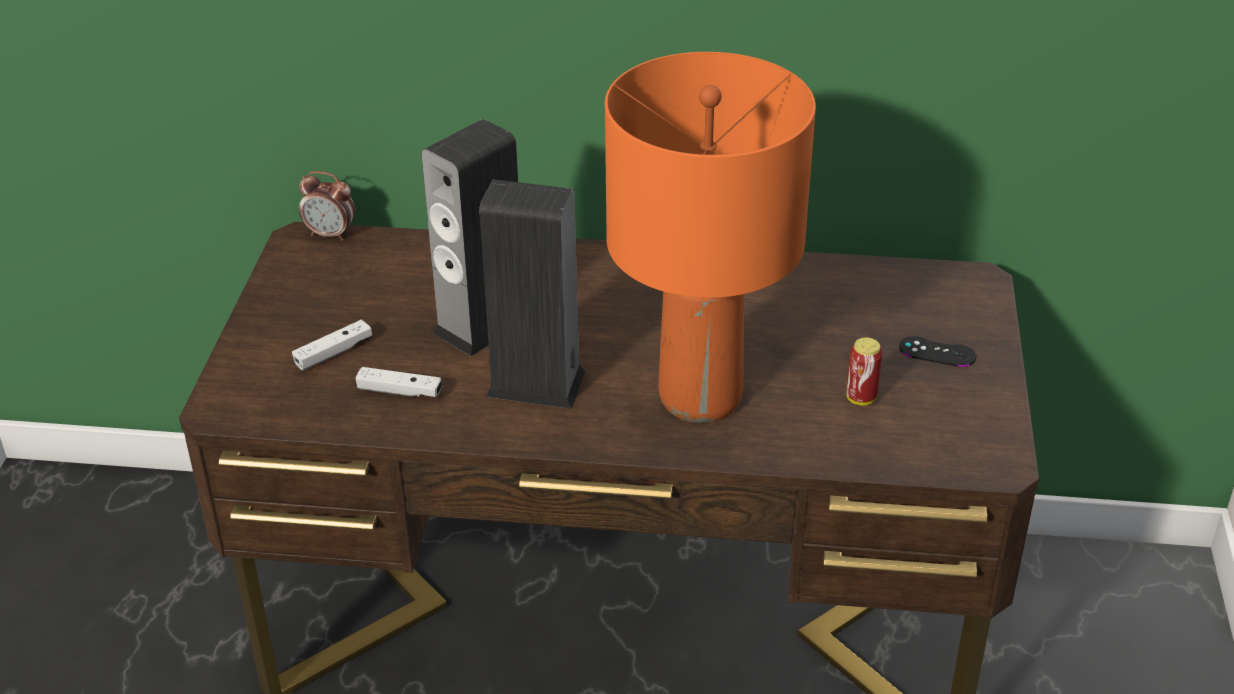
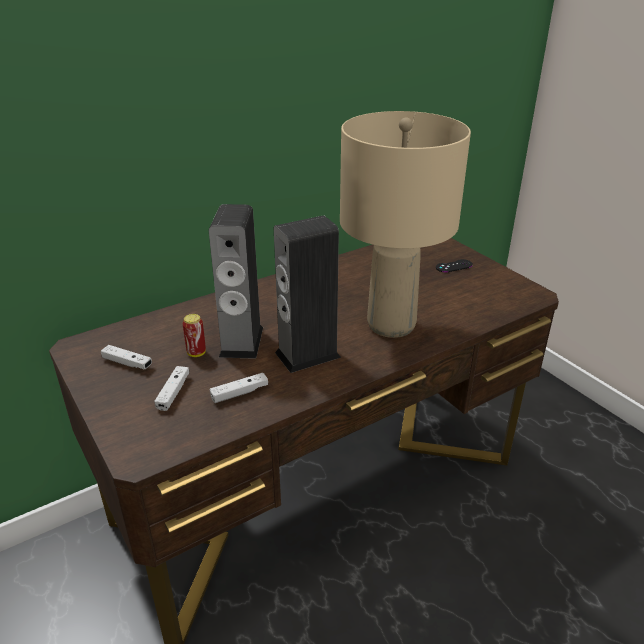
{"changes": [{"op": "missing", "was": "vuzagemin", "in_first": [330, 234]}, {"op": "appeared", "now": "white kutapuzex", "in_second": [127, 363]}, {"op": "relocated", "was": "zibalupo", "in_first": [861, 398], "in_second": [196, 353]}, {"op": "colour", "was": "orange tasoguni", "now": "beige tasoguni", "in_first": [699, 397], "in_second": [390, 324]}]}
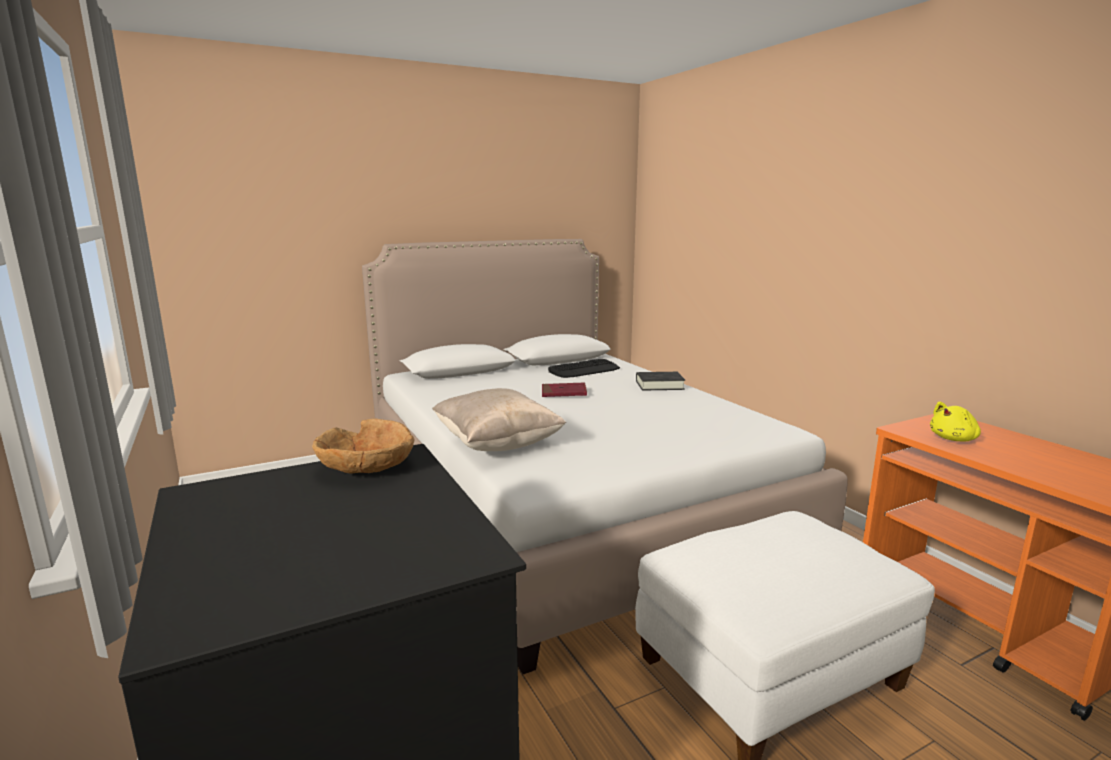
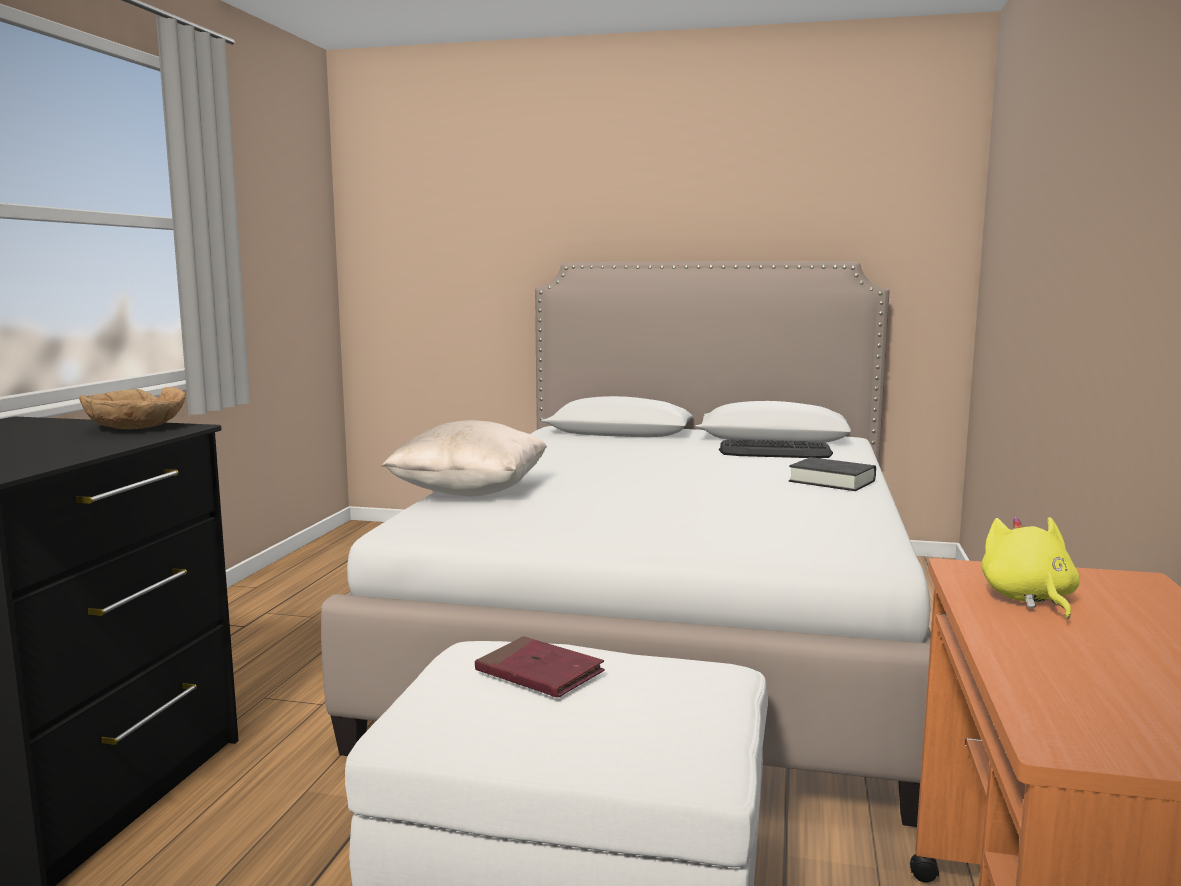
{"changes": [{"op": "relocated", "was": "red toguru", "in_first": [564, 392], "in_second": [539, 673]}, {"op": "spun", "was": "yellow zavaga", "in_first": [954, 439], "in_second": [1028, 599], "clockwise": 75}]}
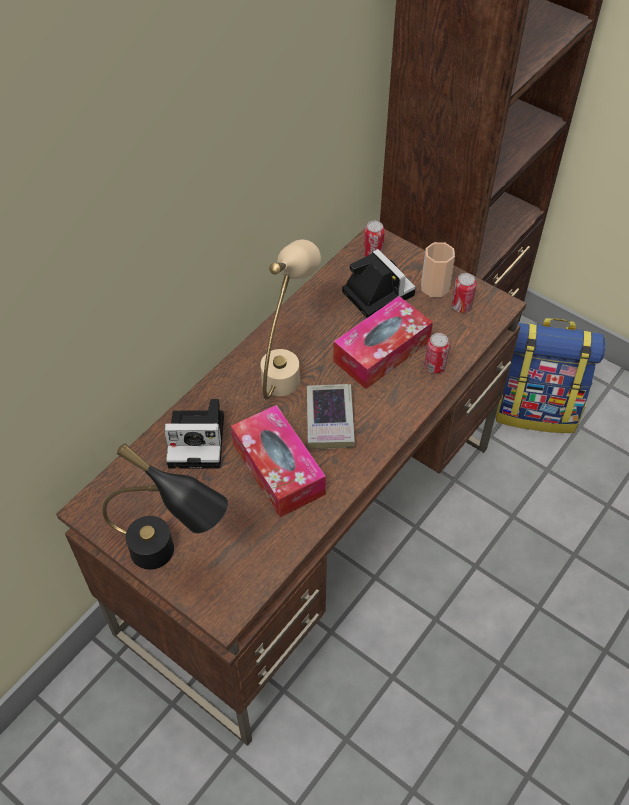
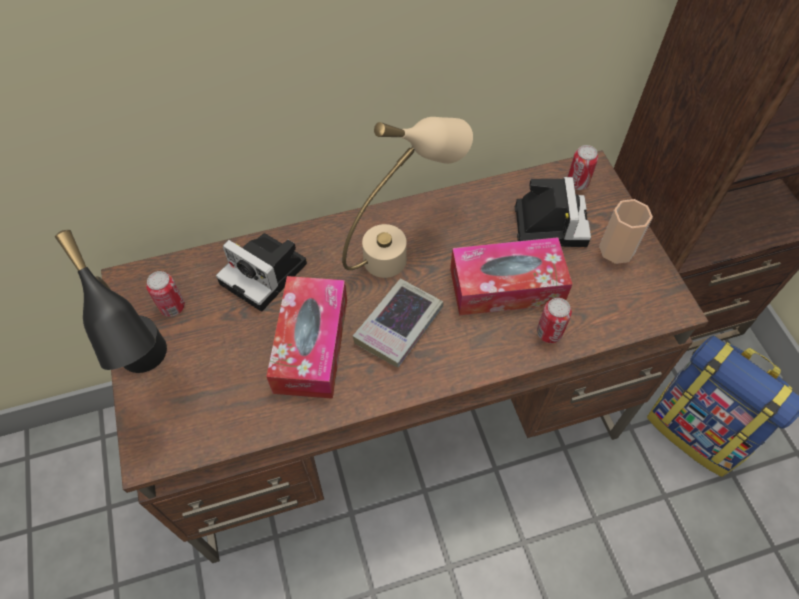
{"changes": [{"op": "relocated", "was": "zibalupo", "in_first": [461, 306], "in_second": [172, 307]}]}
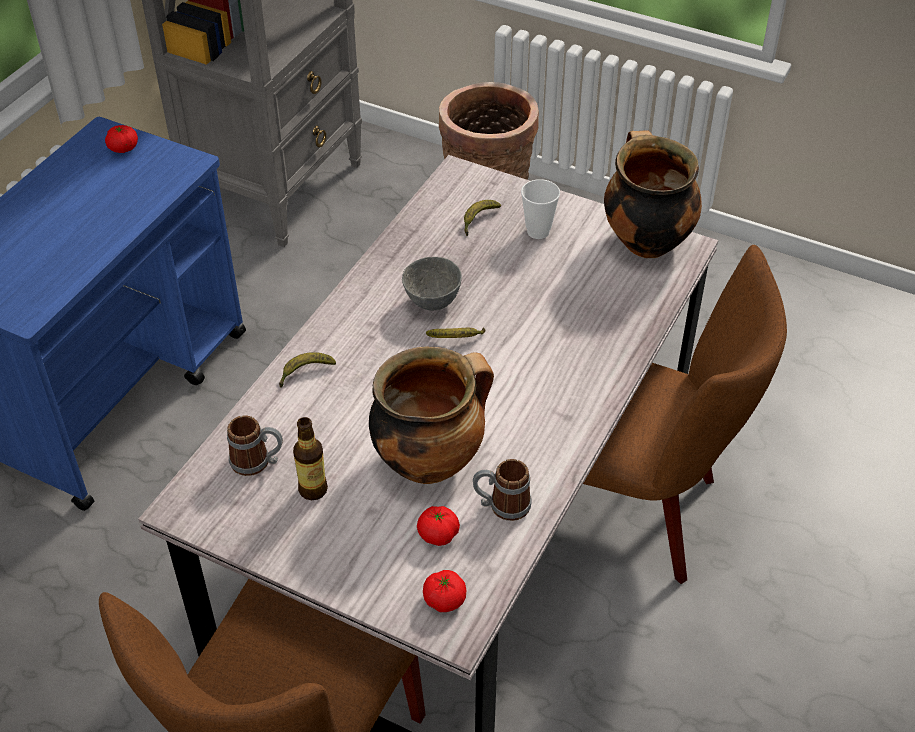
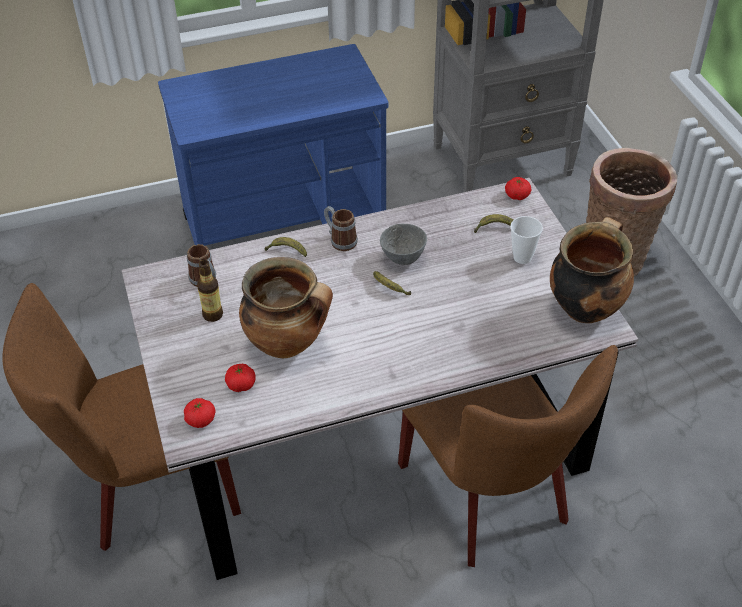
{"changes": [{"op": "relocated", "was": "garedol", "in_first": [123, 148], "in_second": [517, 195]}, {"op": "relocated", "was": "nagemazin", "in_first": [502, 505], "in_second": [340, 240]}]}
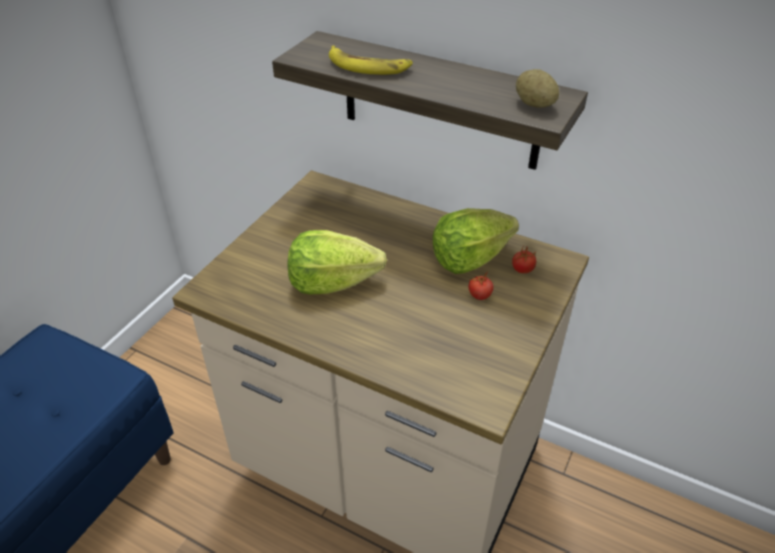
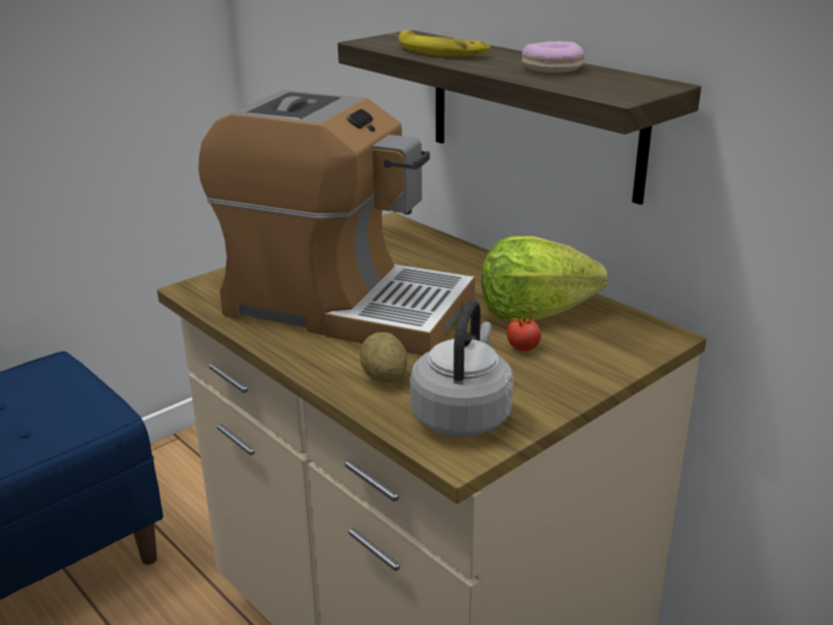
{"changes": [{"op": "missing", "was": "garedol", "in_first": [522, 270]}, {"op": "appeared", "now": "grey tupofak", "in_second": [462, 415]}, {"op": "appeared", "now": "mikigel", "in_second": [552, 67]}, {"op": "relocated", "was": "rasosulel", "in_first": [534, 104], "in_second": [384, 377]}, {"op": "exchanged", "was": "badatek", "now": "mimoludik", "in_first": [332, 282], "in_second": [344, 306]}]}
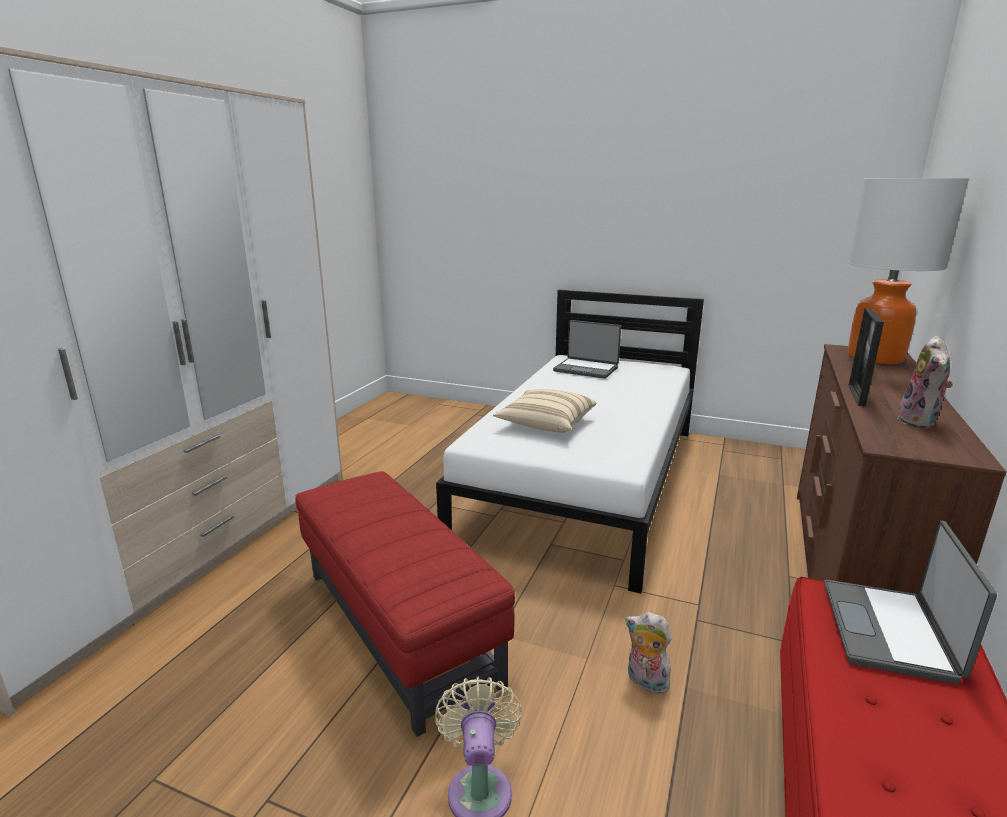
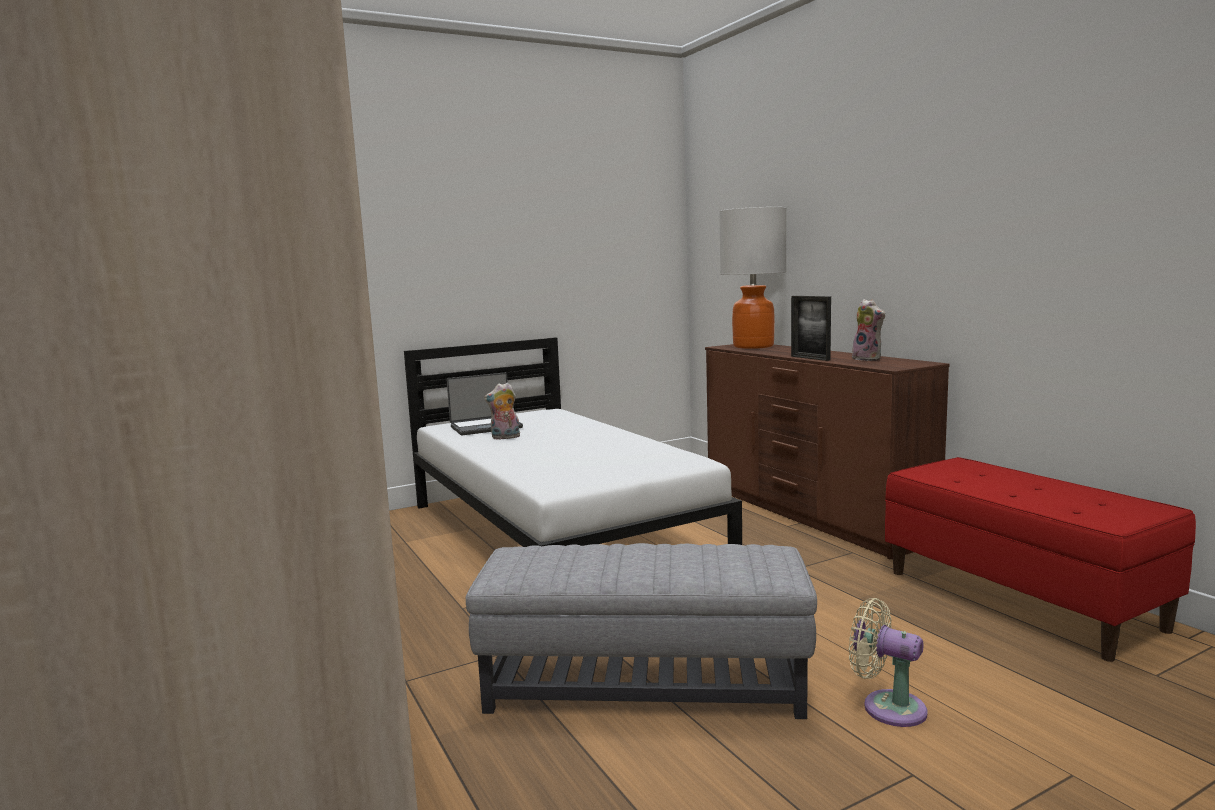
{"changes": [{"op": "missing", "was": "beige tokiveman", "in_first": [545, 424]}, {"op": "missing", "was": "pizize", "in_first": [890, 631]}, {"op": "relocated", "was": "zavaga", "in_first": [645, 682], "in_second": [505, 438]}, {"op": "colour", "was": "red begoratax", "now": "grey begoratax", "in_first": [398, 625], "in_second": [644, 686]}]}
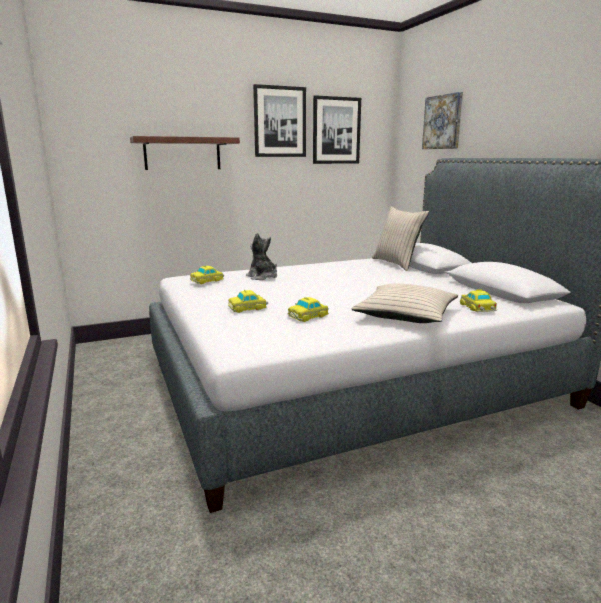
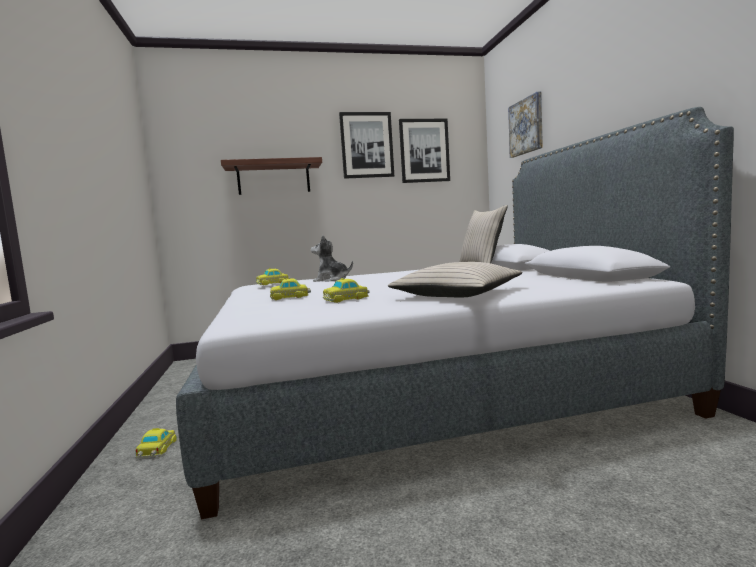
{"changes": [{"op": "relocated", "was": "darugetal", "in_first": [478, 308], "in_second": [156, 449]}, {"op": "spun", "was": "zavaga", "in_first": [262, 277], "in_second": [331, 280], "clockwise": -45}]}
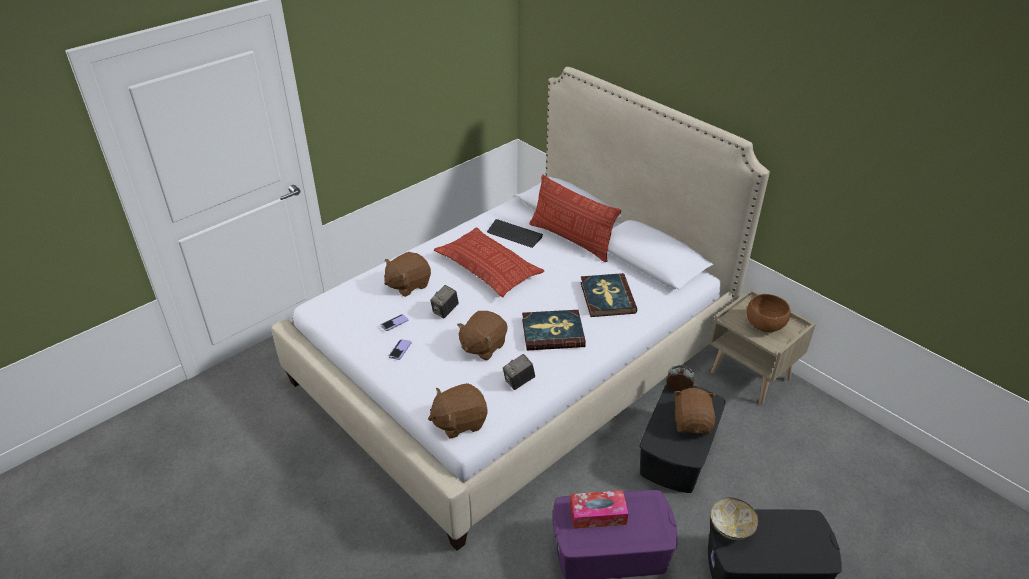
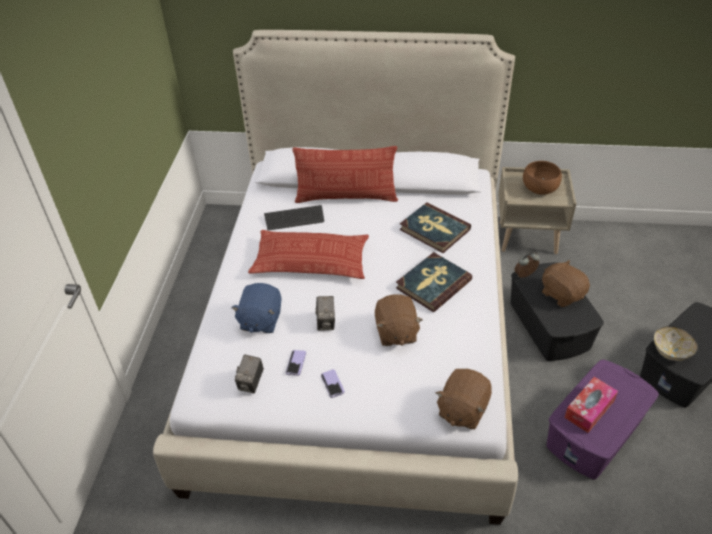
{"changes": [{"op": "relocated", "was": "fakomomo", "in_first": [519, 382], "in_second": [251, 383]}, {"op": "colour", "was": "brown zavaga", "now": "blue zavaga", "in_first": [408, 285], "in_second": [260, 320]}]}
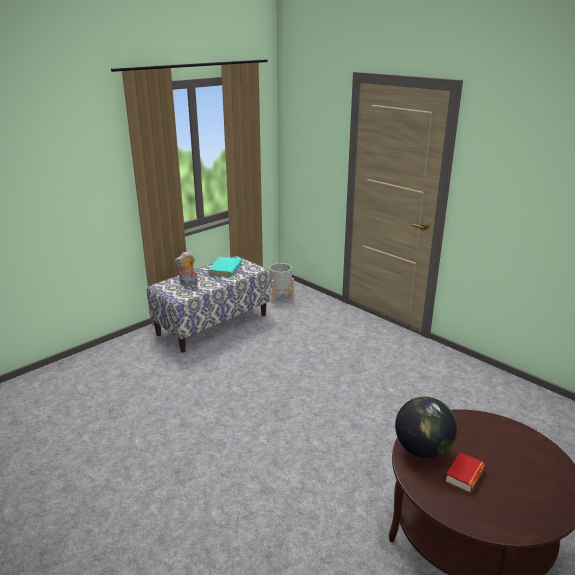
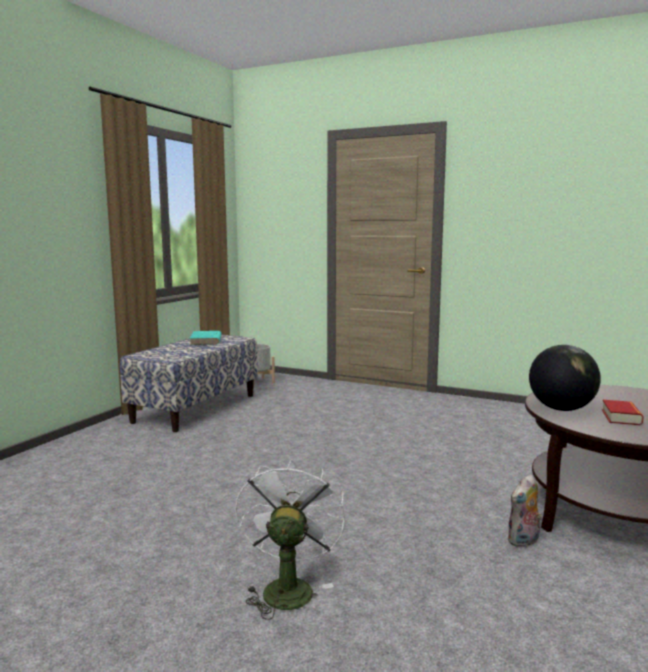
{"changes": [{"op": "appeared", "now": "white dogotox", "in_second": [287, 587]}, {"op": "relocated", "was": "zavaga", "in_first": [188, 284], "in_second": [524, 541]}]}
